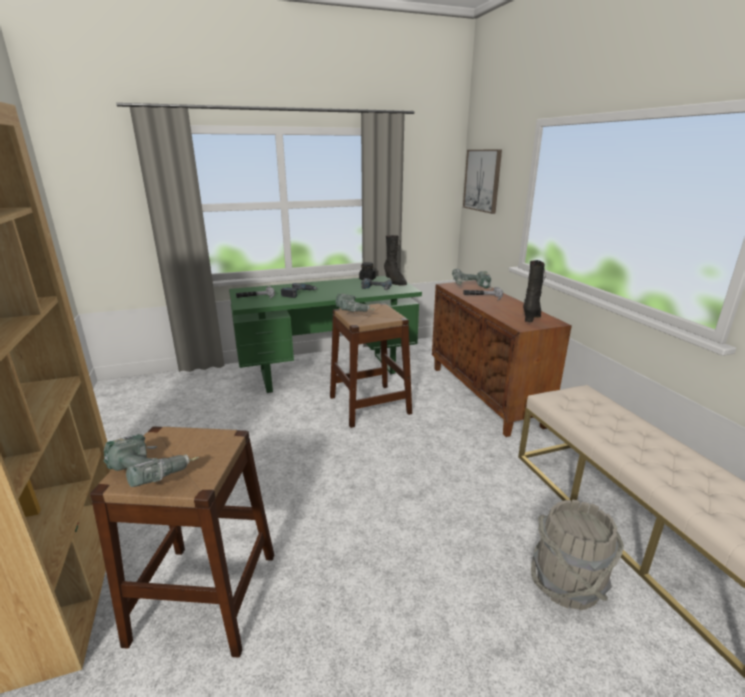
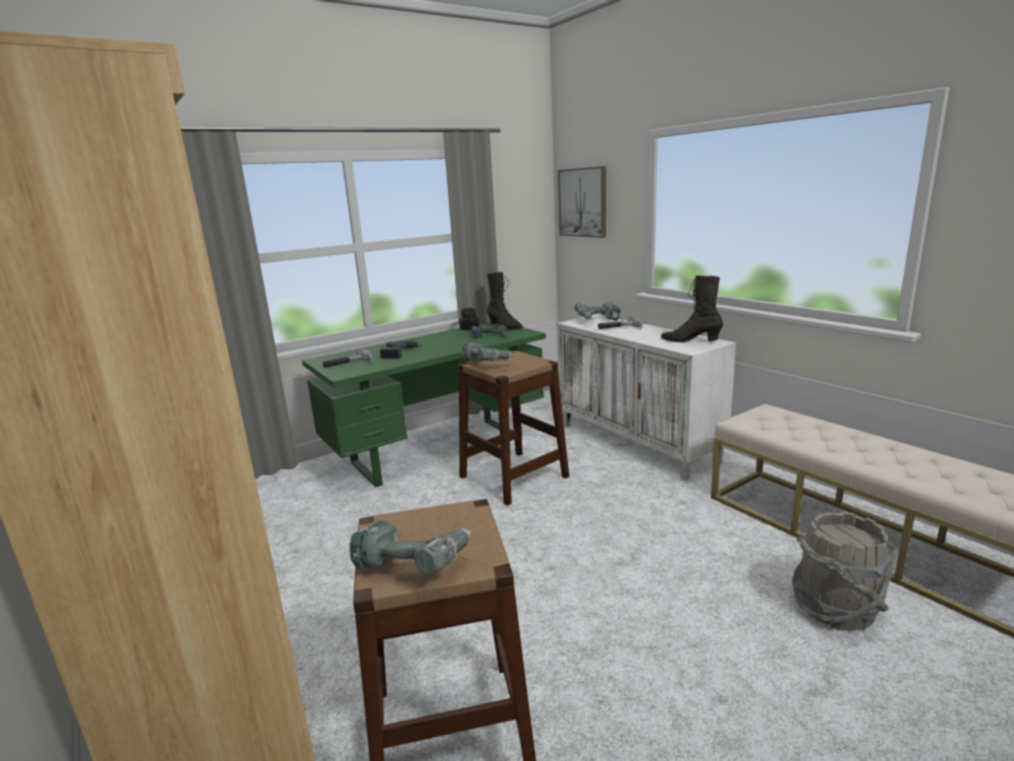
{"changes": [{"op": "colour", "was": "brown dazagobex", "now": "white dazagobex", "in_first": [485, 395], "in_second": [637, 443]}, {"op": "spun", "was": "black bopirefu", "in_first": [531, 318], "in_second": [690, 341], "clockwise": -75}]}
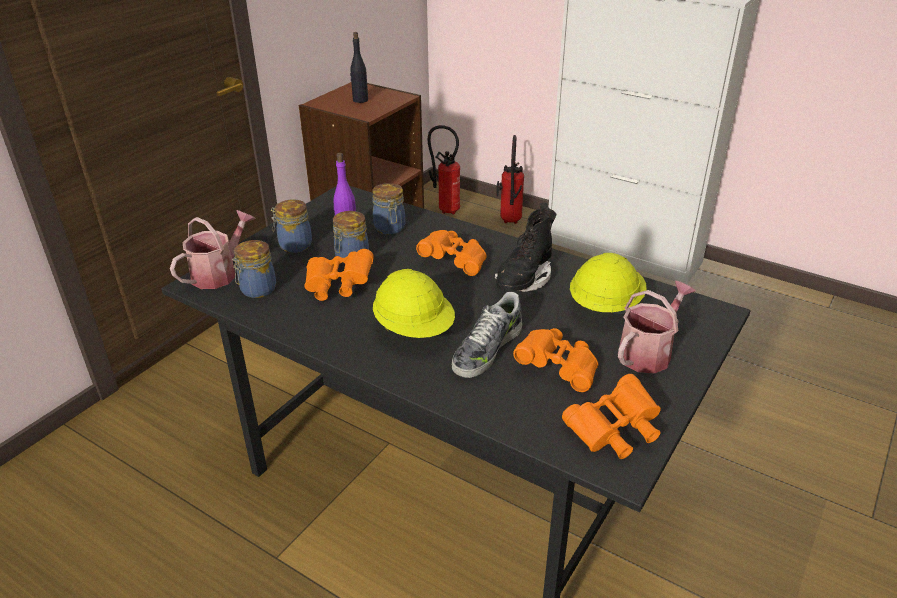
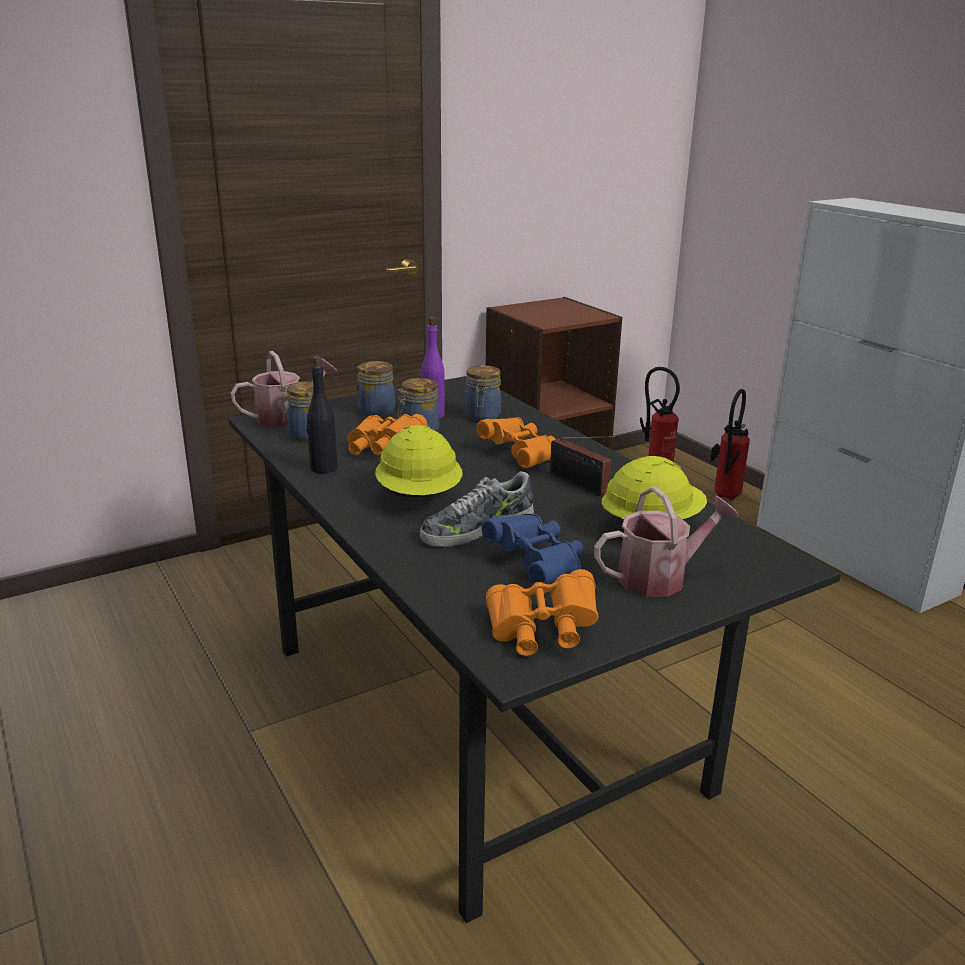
{"changes": [{"op": "relocated", "was": "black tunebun", "in_first": [360, 100], "in_second": [323, 468]}, {"op": "exchanged", "was": "black bopirefu", "now": "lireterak", "in_first": [524, 279], "in_second": [580, 484]}, {"op": "colour", "was": "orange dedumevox", "now": "blue dedumevox", "in_first": [558, 369], "in_second": [537, 564]}]}
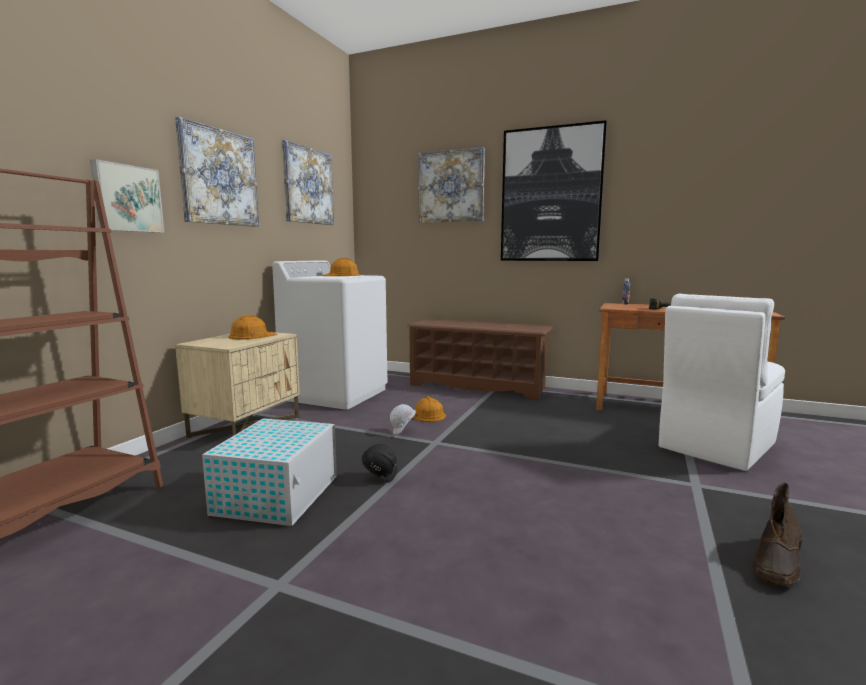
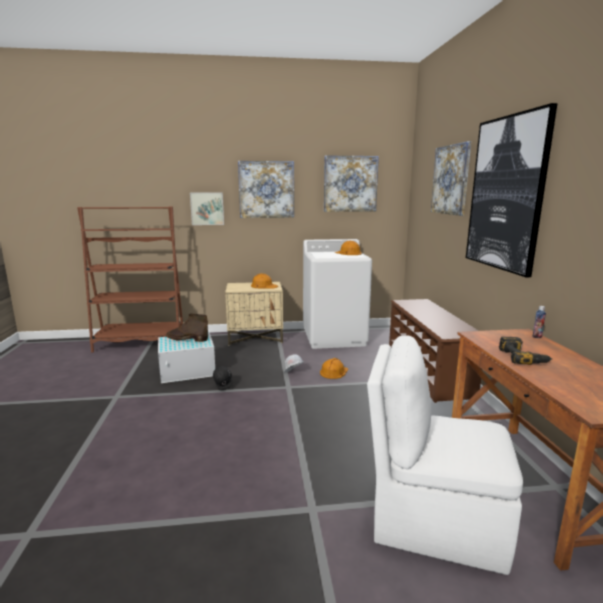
{"changes": [{"op": "relocated", "was": "brown bopirefu", "in_first": [777, 562], "in_second": [186, 339]}]}
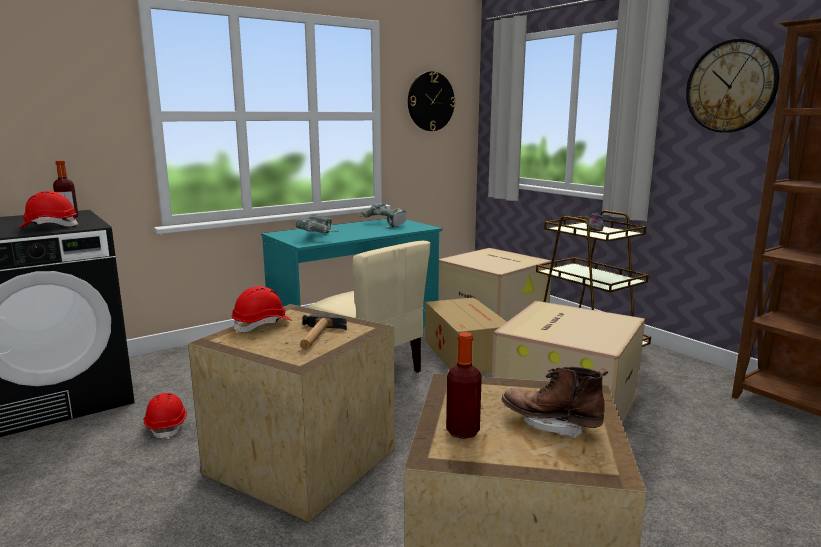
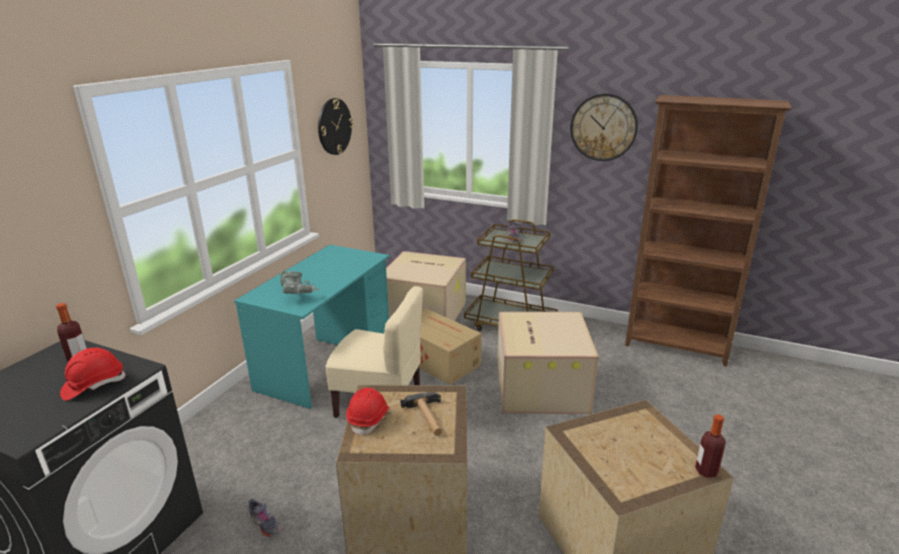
{"changes": [{"op": "missing", "was": "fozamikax", "in_first": [383, 224]}, {"op": "missing", "was": "brown bopirefu", "in_first": [551, 424]}, {"op": "relocated", "was": "tunebun", "in_first": [462, 431], "in_second": [706, 471]}, {"op": "exchanged", "was": "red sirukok", "now": "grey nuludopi", "in_first": [167, 426], "in_second": [264, 524]}]}
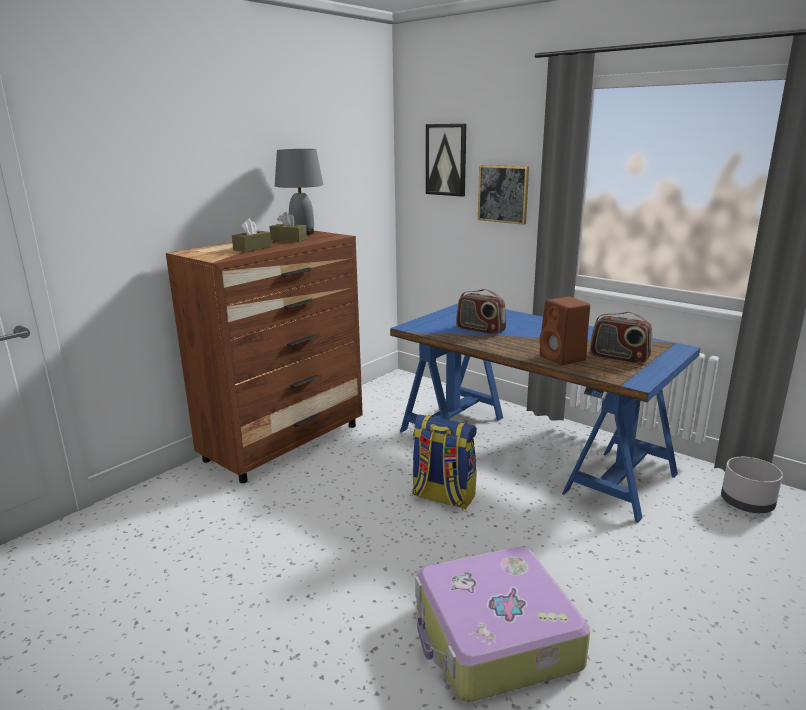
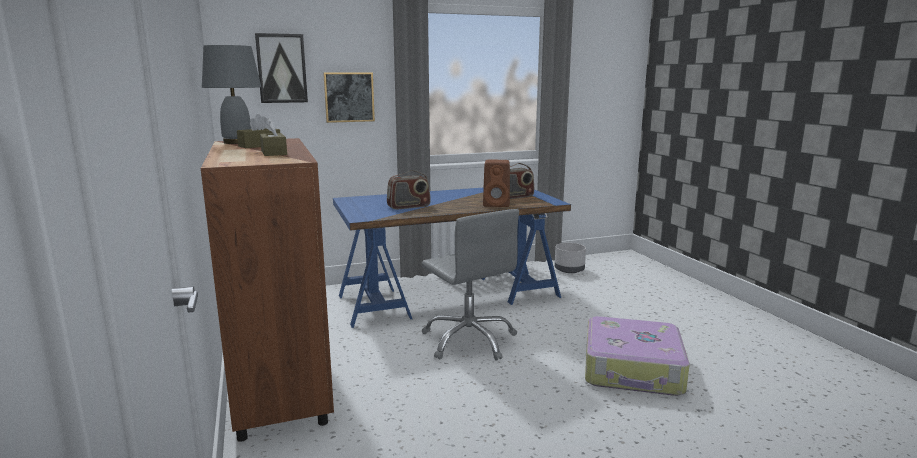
{"changes": [{"op": "exchanged", "was": "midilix", "now": "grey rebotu", "in_first": [442, 497], "in_second": [469, 340]}]}
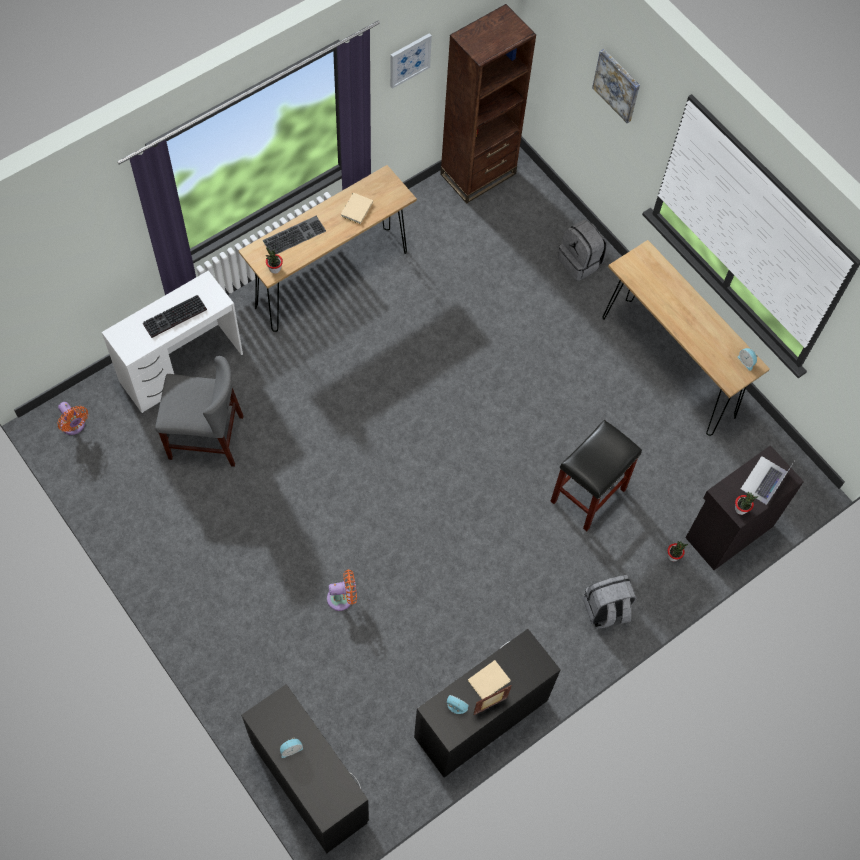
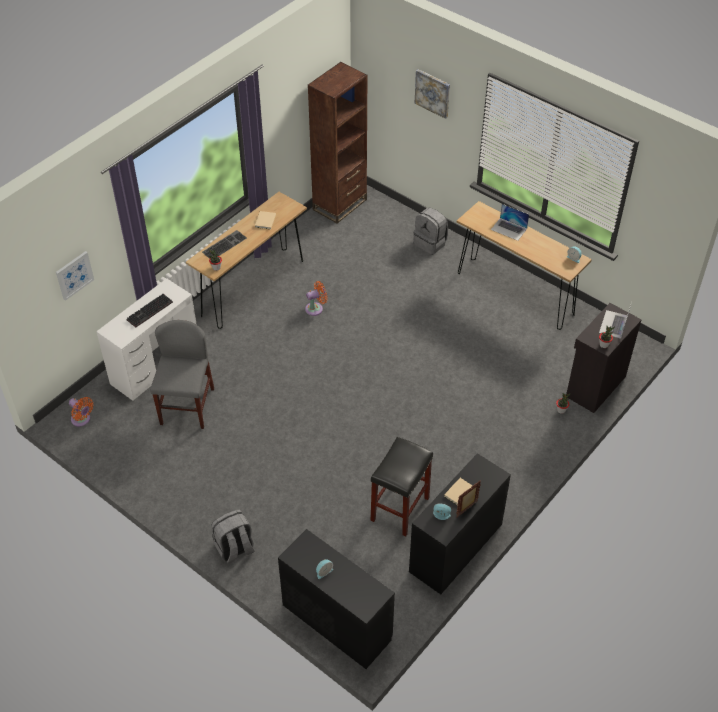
{"changes": [{"op": "appeared", "now": "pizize", "in_second": [509, 229]}, {"op": "relocated", "was": "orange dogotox", "in_first": [342, 598], "in_second": [316, 308]}, {"op": "relocated", "was": "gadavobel", "in_first": [409, 60], "in_second": [74, 275]}, {"op": "relocated", "was": "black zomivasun", "in_first": [588, 494], "in_second": [400, 508]}, {"op": "relocated", "was": "grey midilix", "in_first": [606, 610], "in_second": [234, 549]}, {"op": "spun", "was": "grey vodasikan", "in_first": [206, 437], "in_second": [187, 406], "clockwise": -75}]}
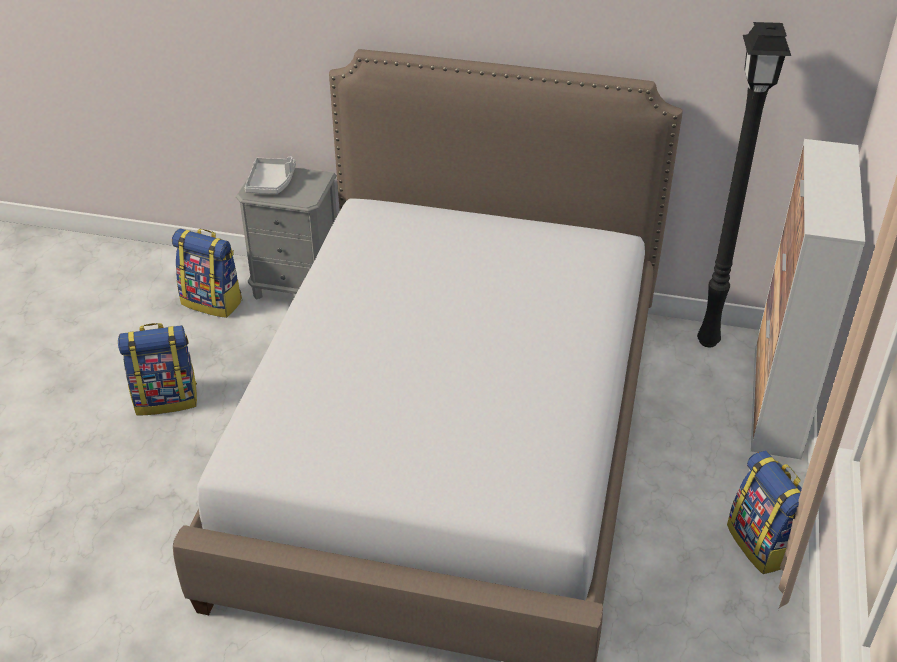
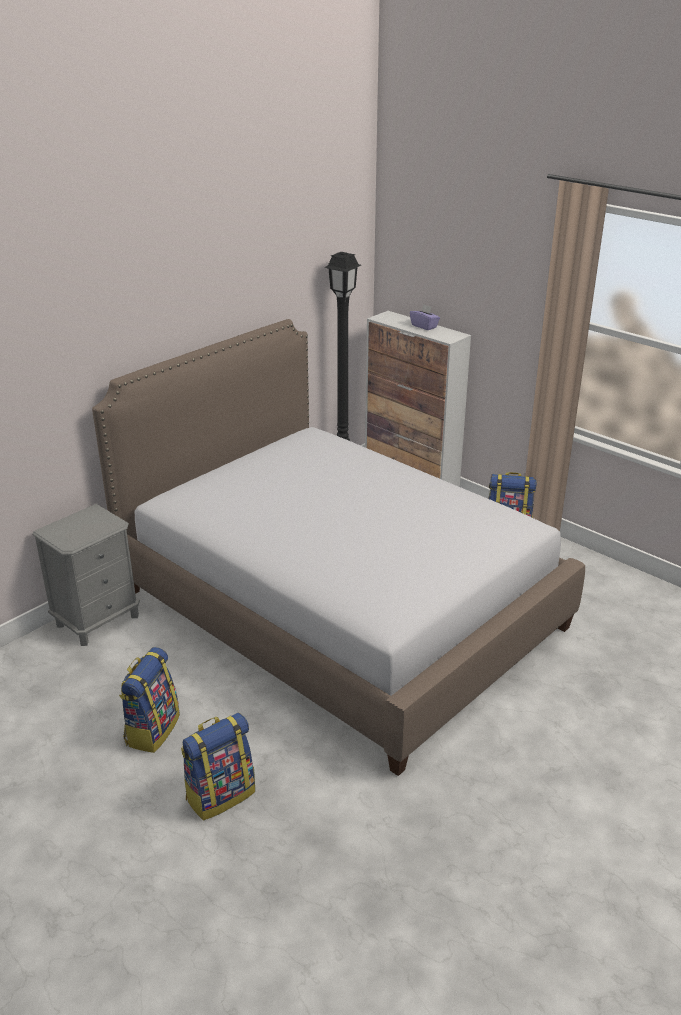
{"changes": [{"op": "missing", "was": "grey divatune", "in_first": [271, 182]}, {"op": "appeared", "now": "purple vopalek", "in_second": [424, 326]}, {"op": "relocated", "was": "midilix", "in_first": [213, 302], "in_second": [220, 794]}]}
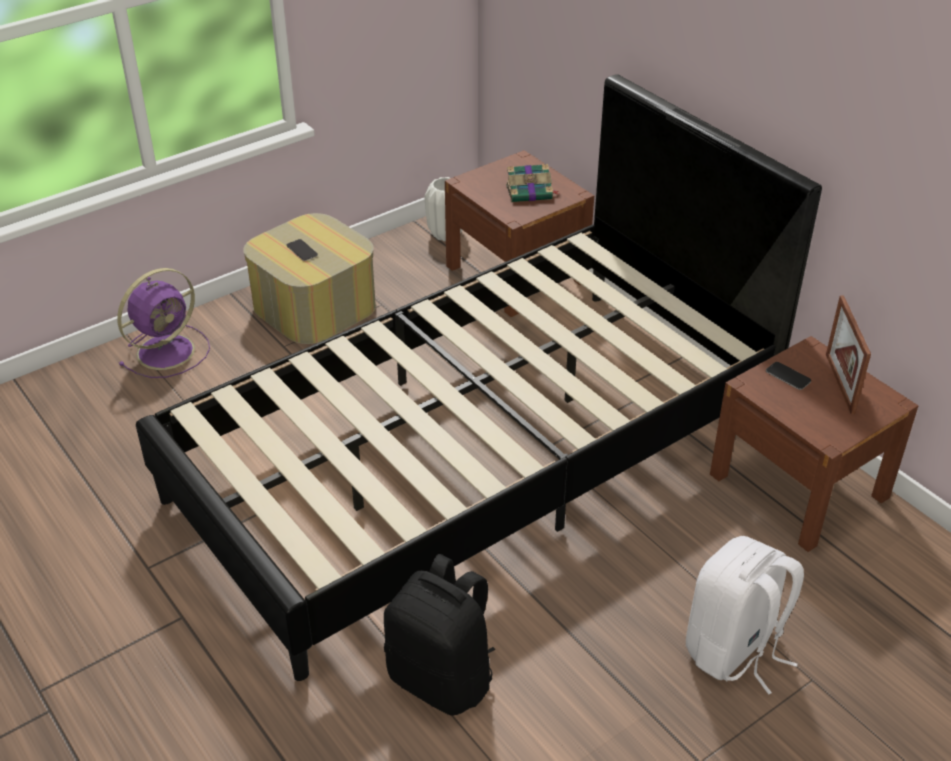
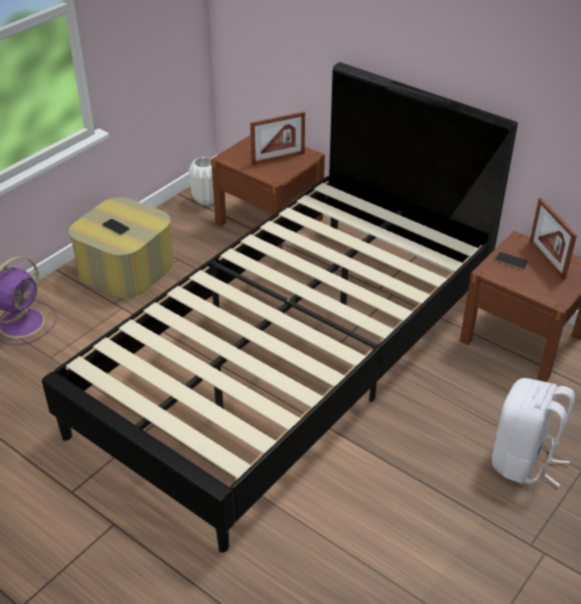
{"changes": [{"op": "missing", "was": "black midilix", "in_first": [443, 678]}, {"op": "exchanged", "was": "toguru", "now": "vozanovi", "in_first": [530, 192], "in_second": [278, 158]}]}
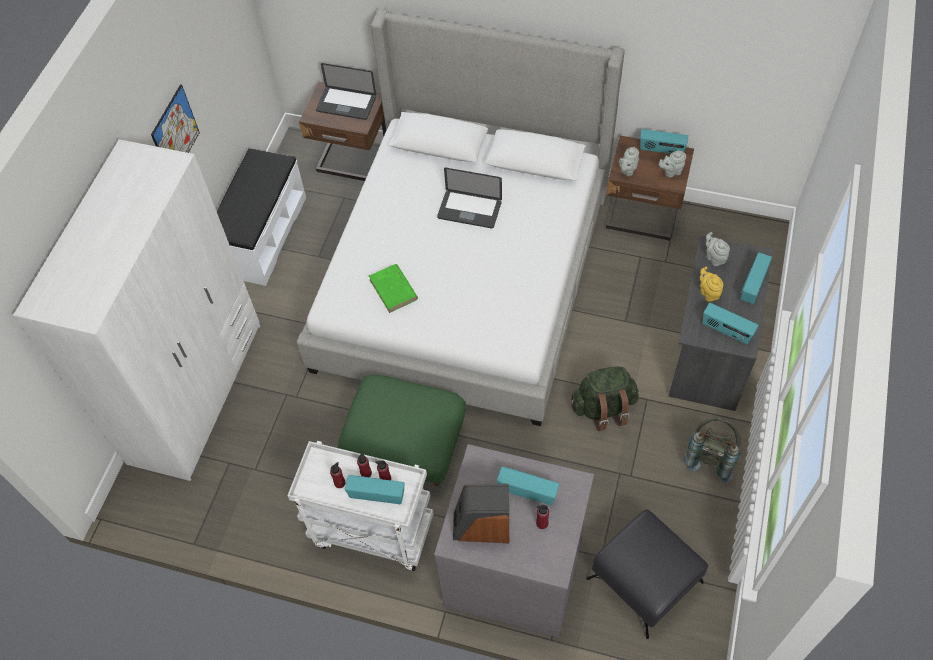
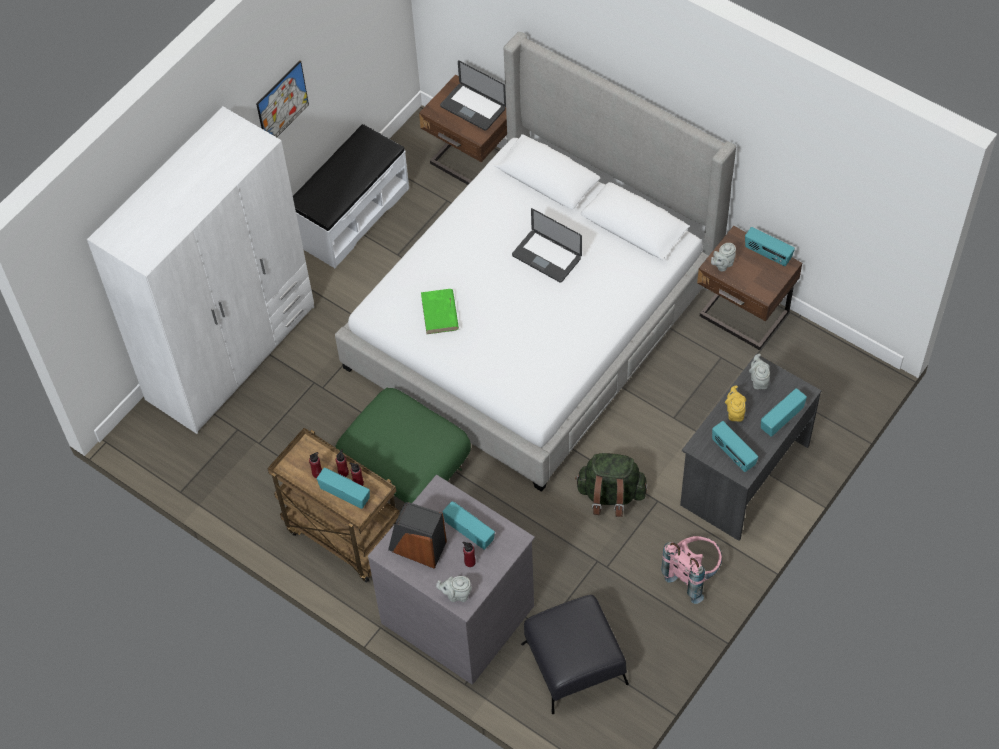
{"changes": [{"op": "relocated", "was": "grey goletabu", "in_first": [671, 172], "in_second": [456, 594]}, {"op": "colour", "was": "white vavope", "now": "brown vavope", "in_first": [371, 532], "in_second": [342, 535]}, {"op": "colour", "was": "grey midilix", "now": "pink midilix", "in_first": [710, 456], "in_second": [692, 575]}]}
